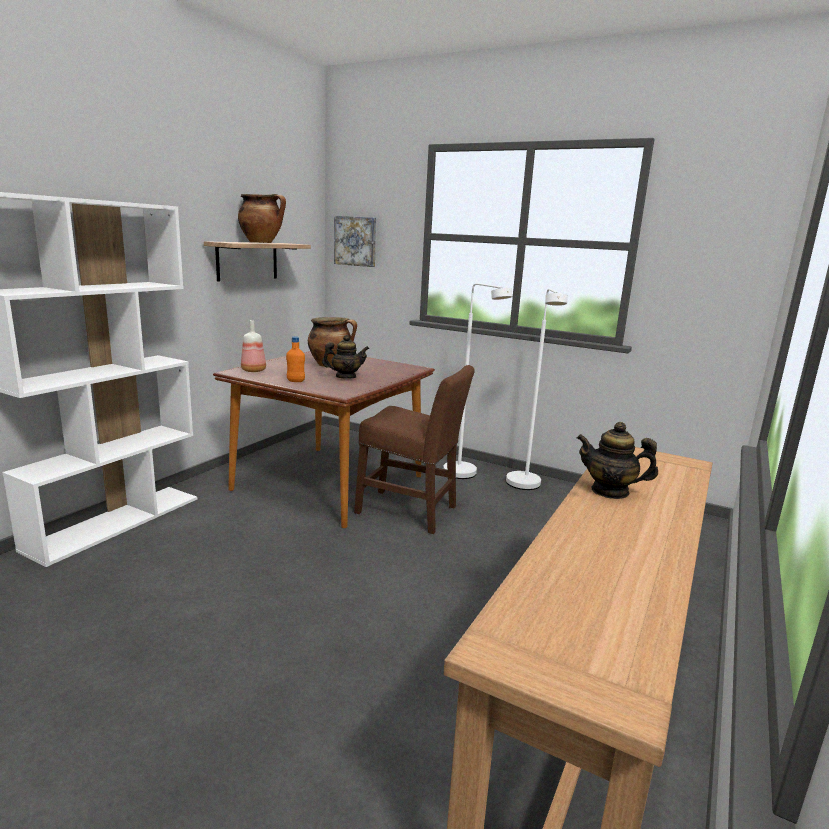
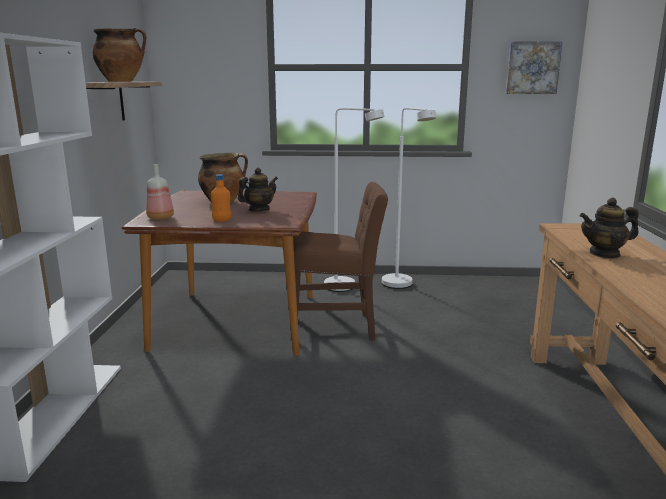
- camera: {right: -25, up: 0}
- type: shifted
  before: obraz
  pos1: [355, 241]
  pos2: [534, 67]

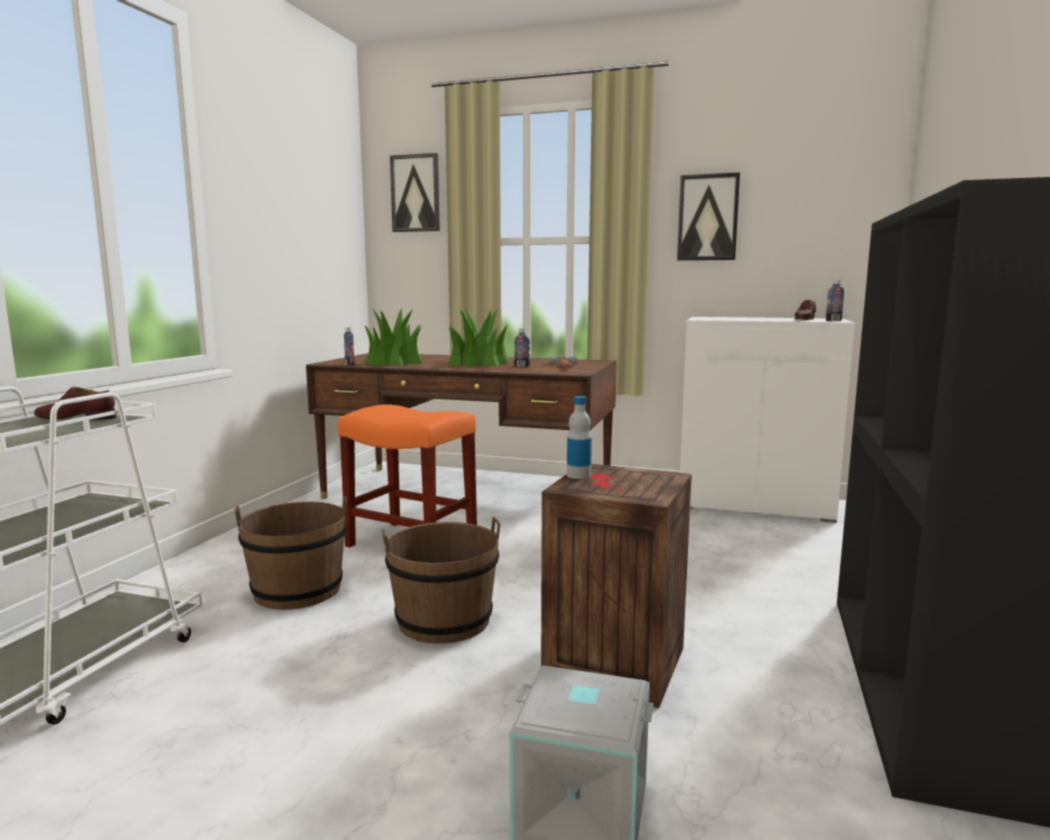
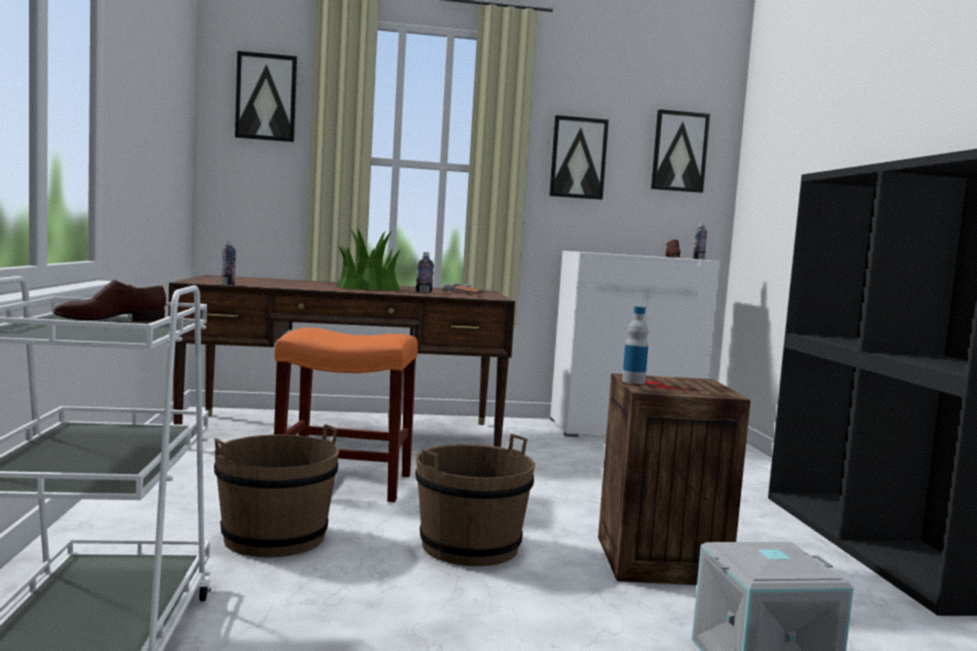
- camera: {right: -25, up: -5}
- type: gone
  before: roślina doniczkowa
  pos1: [393, 337]
- type: new
  after: obraz
  pos2: [680, 151]

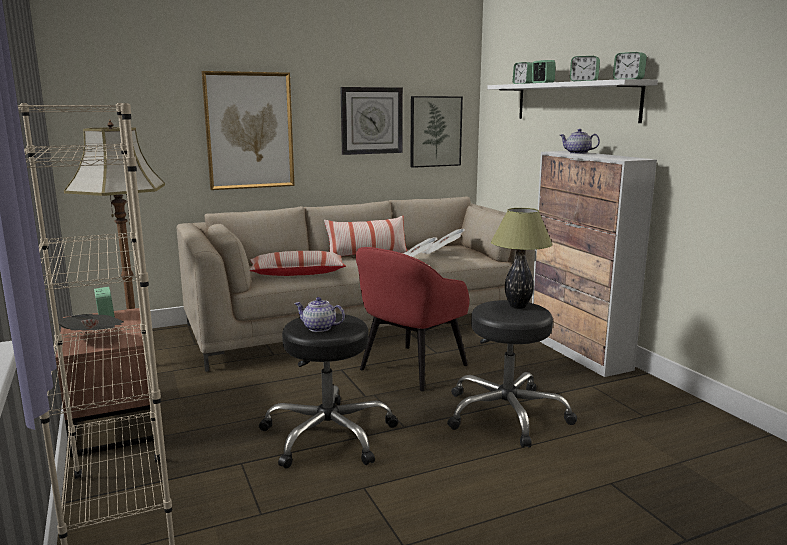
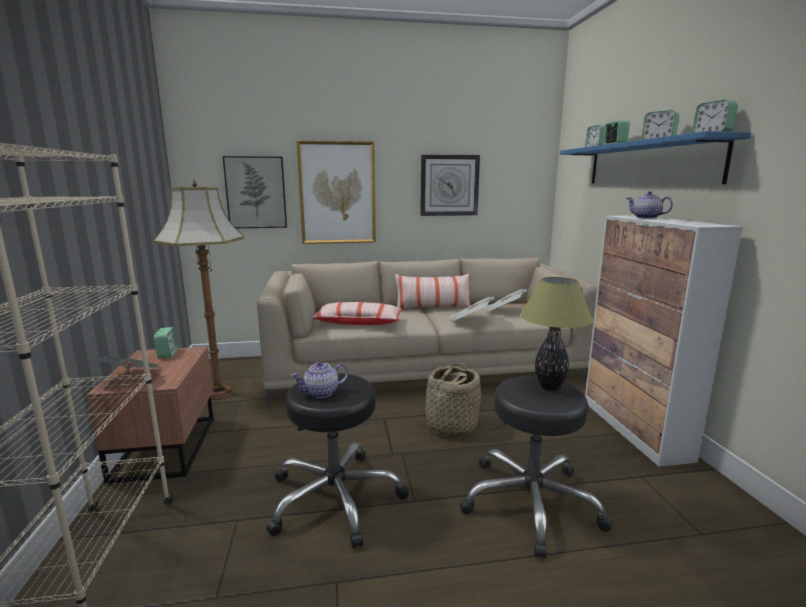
- camera: {right: 15, up: 0}
- type: rotated
  before: imbryk
  pos1: [319, 314]
  pos2: [319, 379]
  turn: -60
- type: swapped
  before: fotel/czerwony
  after: koszyk
  pos1: [413, 319]
  pos2: [453, 399]
- type: shifted
  before: obraz
  pos1: [436, 132]
  pos2: [254, 192]
- type: repainted
  before: półka/biały
  after: półka/niebieski
  pos1: [572, 101]
  pos2: [655, 157]

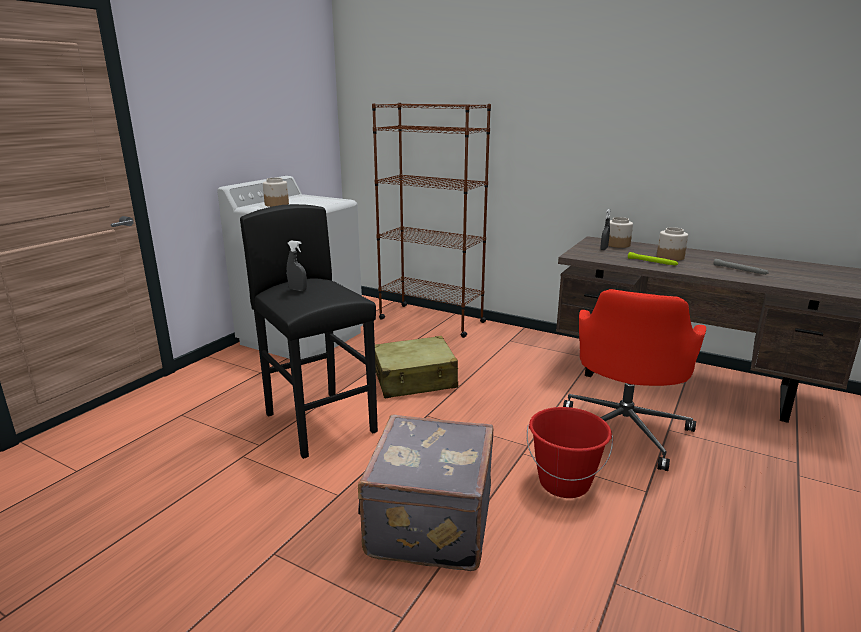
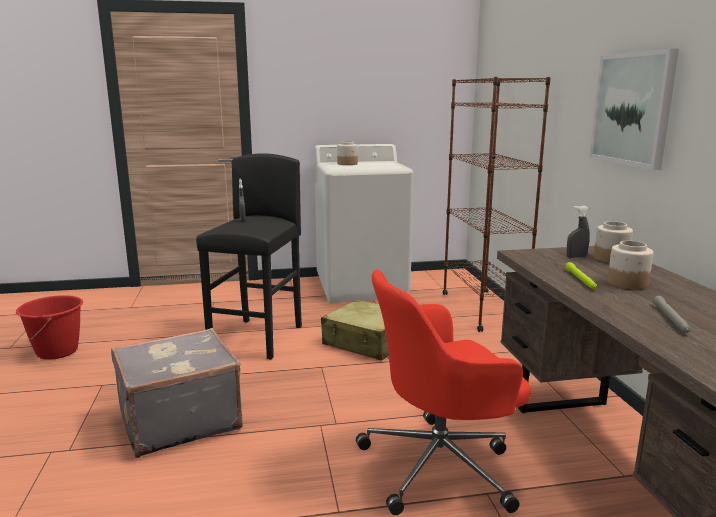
- camera: {right: 50, up: -5}
- type: shifted
  before: wiadro/czerwony
  pos1: [570, 452]
  pos2: [49, 327]
- type: new
  after: obraz
  pos2: [634, 109]

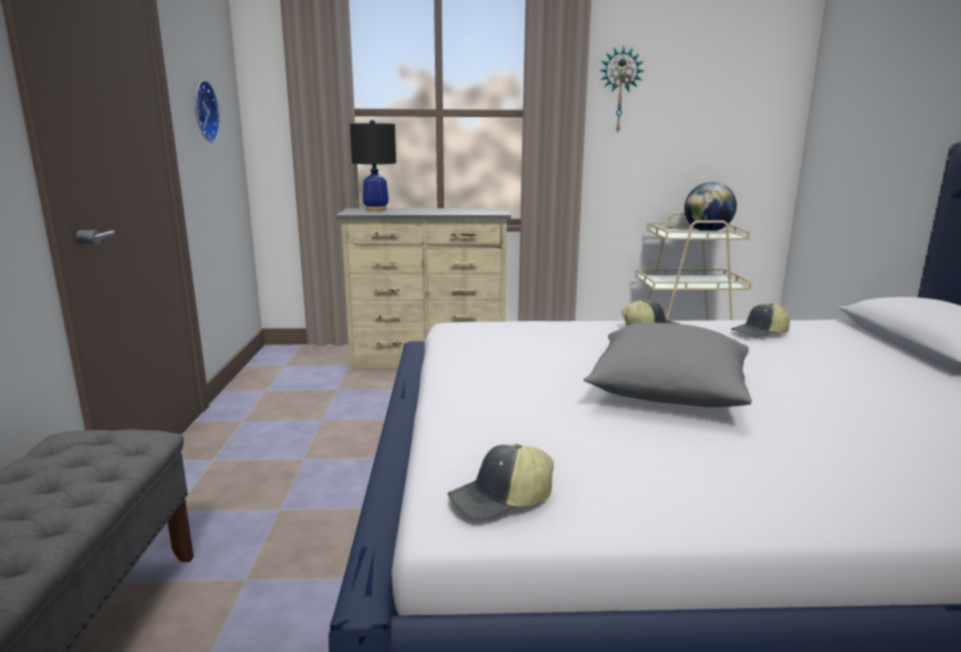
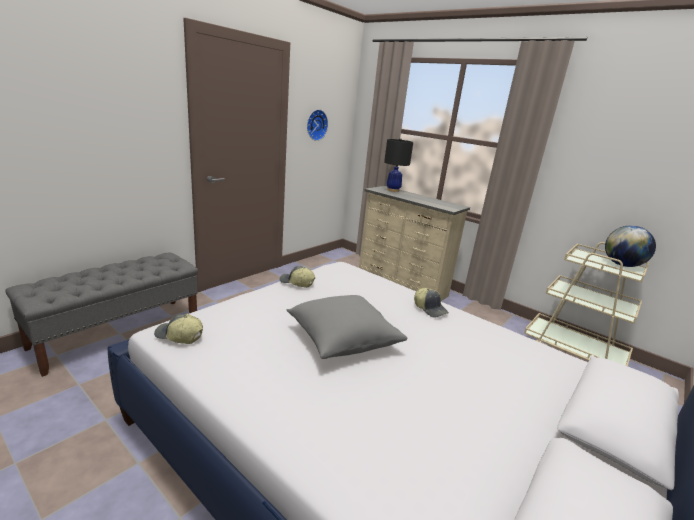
- camera: {right: 40, up: 5}
- type: gone
  before: zegar ścienny
  pos1: [621, 89]
- type: shifted
  before: czapka z daszkiem
  pos1: [760, 320]
  pos2: [297, 277]

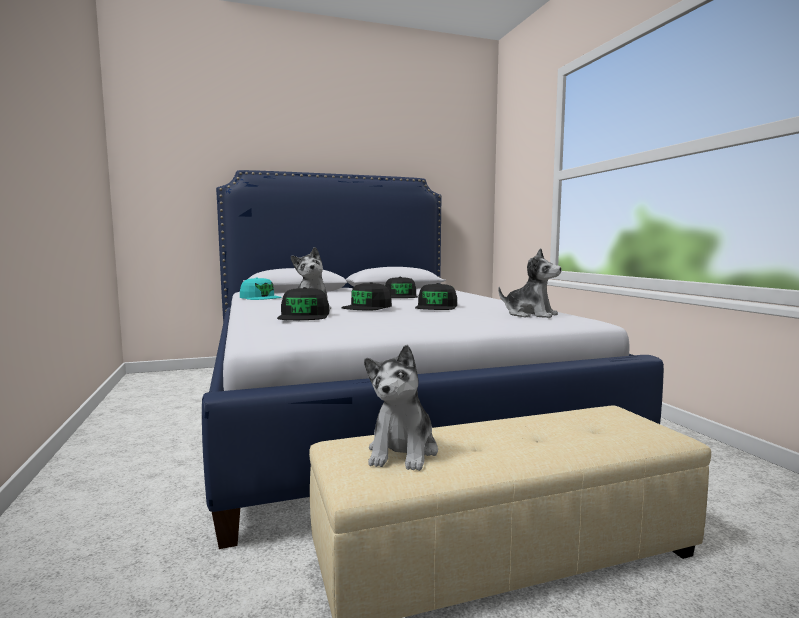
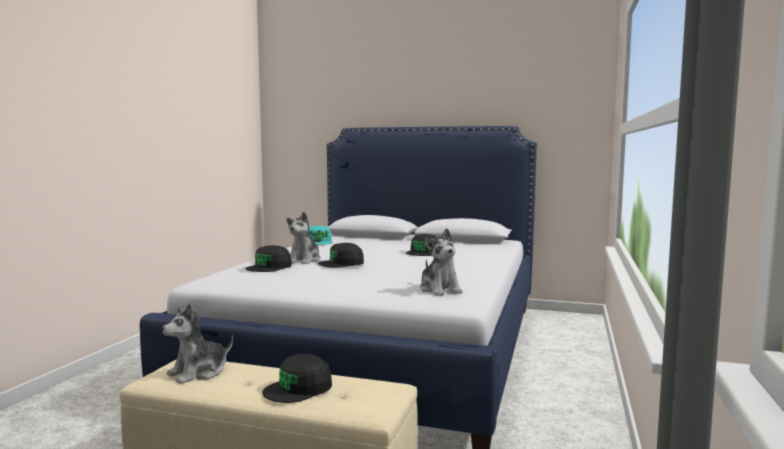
- camera: {right: 35, up: 0}
- type: shifted
  before: czapka z daszkiem/czarny
  pos1: [436, 296]
  pos2: [297, 378]

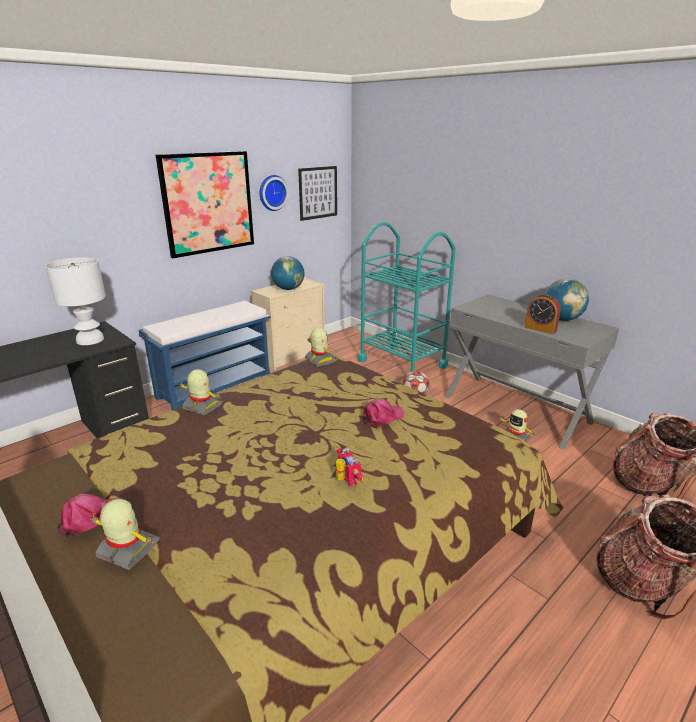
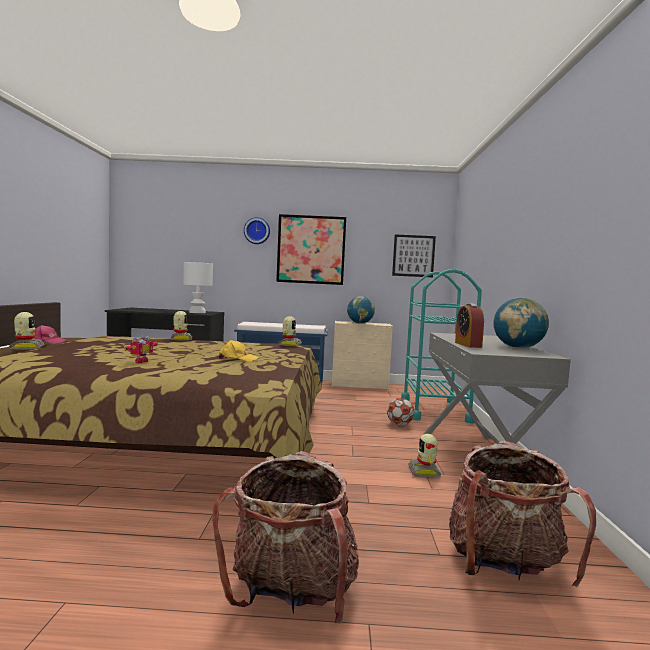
- camera: {right: 45, up: -20}
- type: shifted
  before: zegar ścienny
  pos1: [273, 193]
  pos2: [257, 230]
- type: repainted
  before: czapka z daszkiem/różowy
  after: czapka z daszkiem/żółty
  pos1: [383, 413]
  pos2: [238, 351]

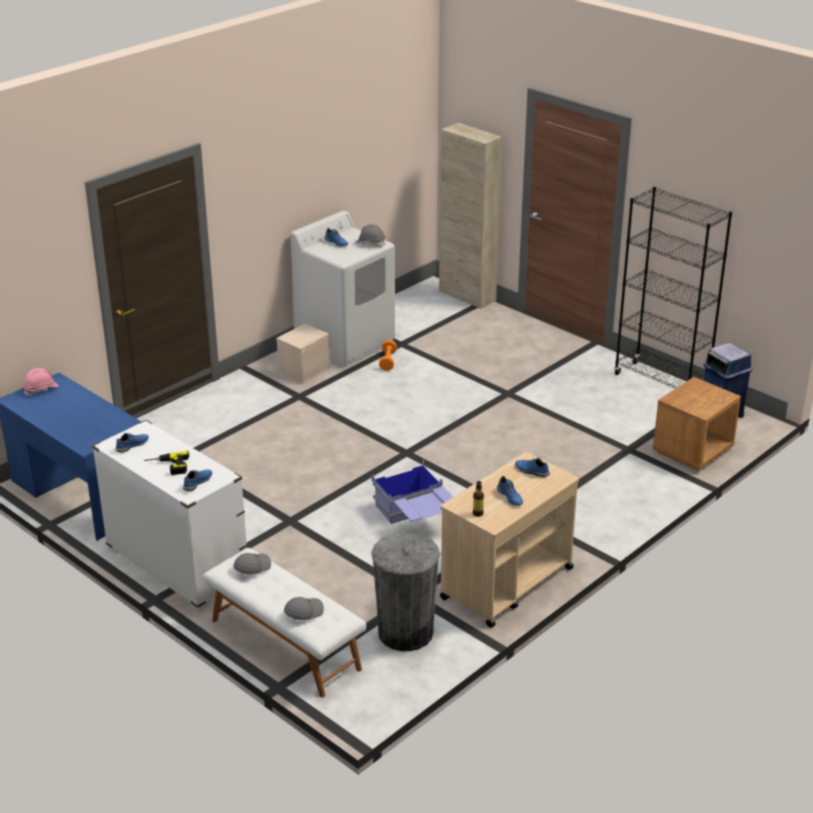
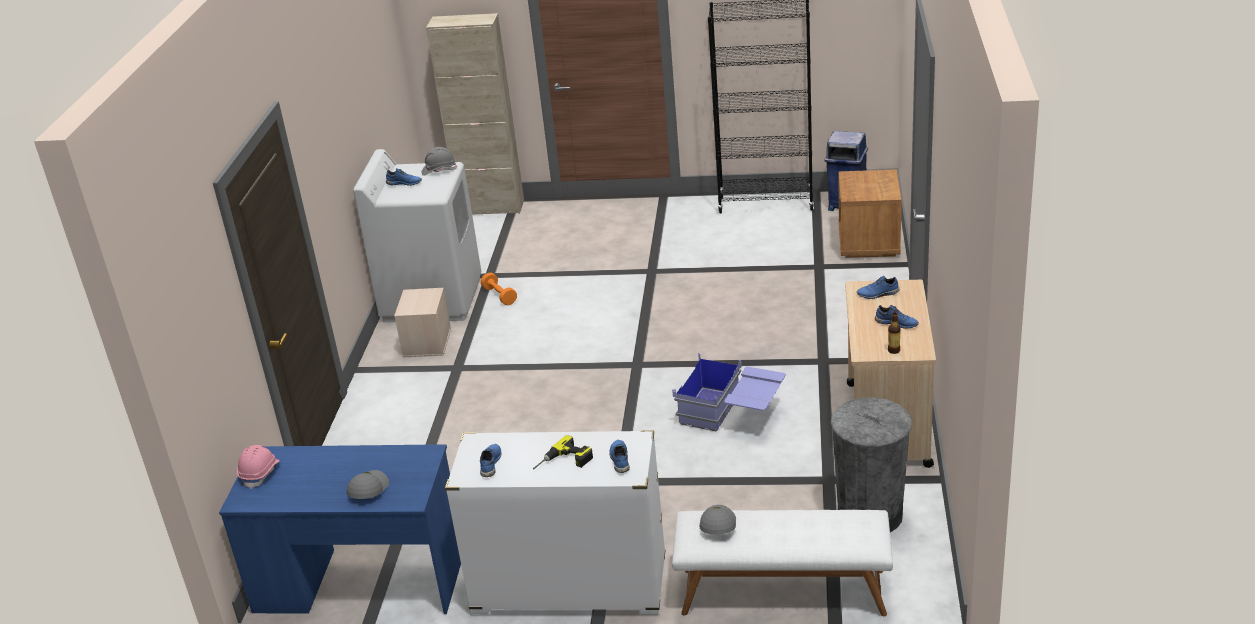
- camera: {right: -35, up: 0}
- type: shifted
  before: czapka z daszkiem/szary
  pos1: [304, 608]
  pos2: [368, 484]

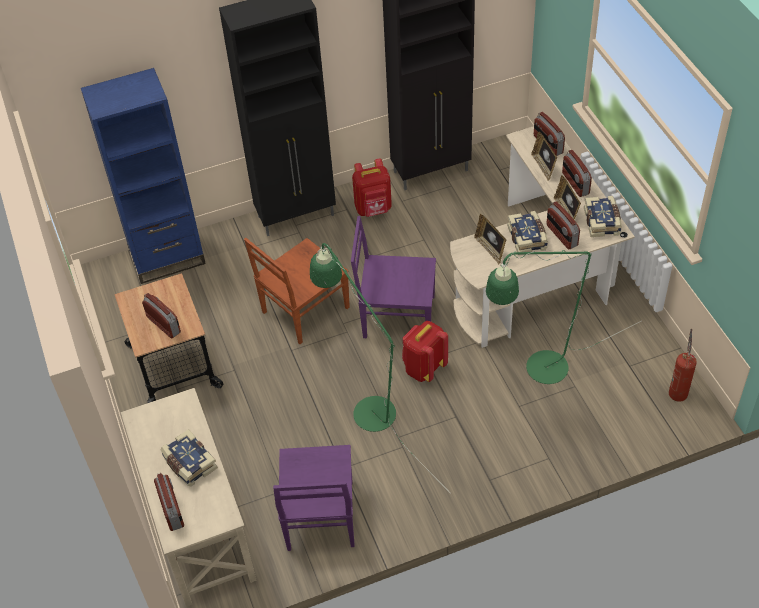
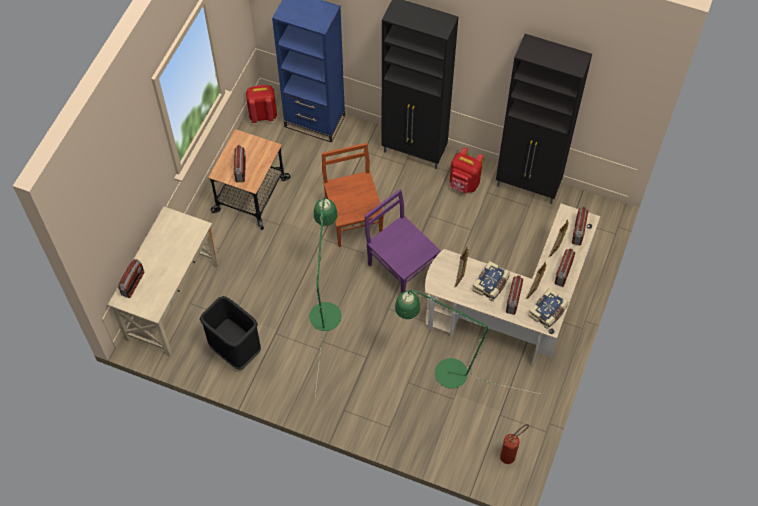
- camera: {right: 40, up: 10}
- type: gone
  before: książka
  pos1: [189, 458]
- type: rotated
  before: krzesło/brązowy
  pos1: [297, 291]
  pos2: [353, 195]
  turn: 75
- type: swapped
  before: krzesło/fioletowy
  after: kosz na śmieci/czarny
  pos1: [314, 498]
  pos2: [230, 333]
- type: shifted
  before: plecak/czerwony
  pos1: [425, 351]
  pos2: [261, 104]

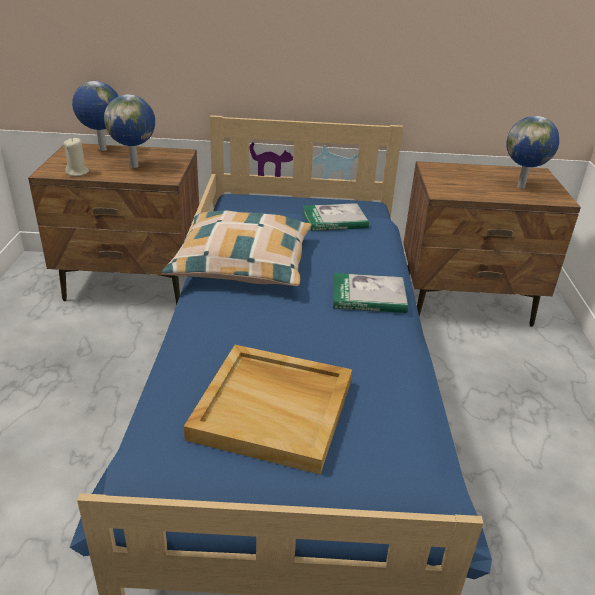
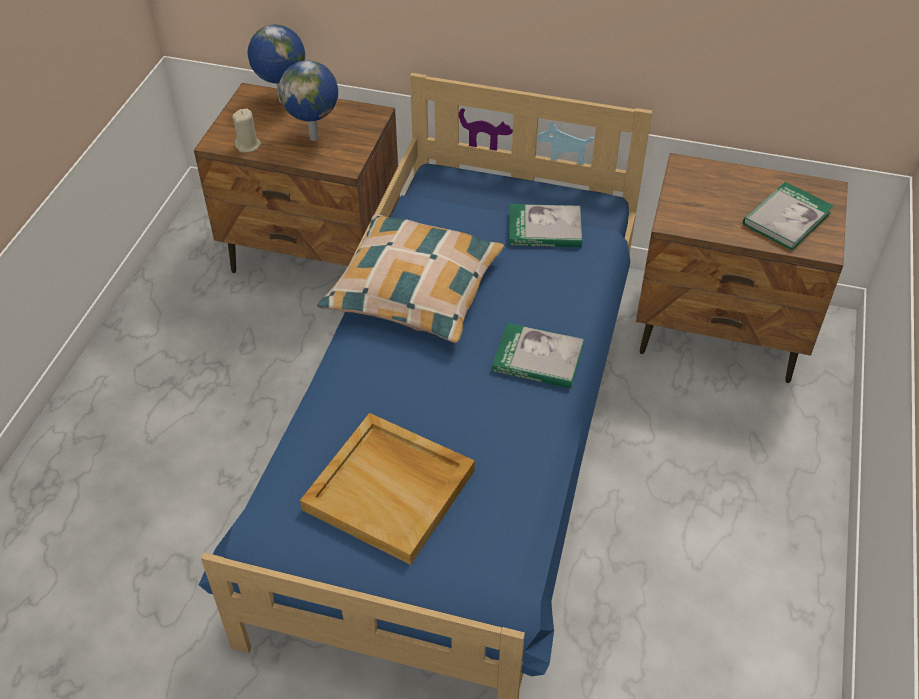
- camera: {right: 15, up: 15}
- type: swapped
  before: globus
  after: książka
  pos1: [532, 152]
  pos2: [788, 216]

